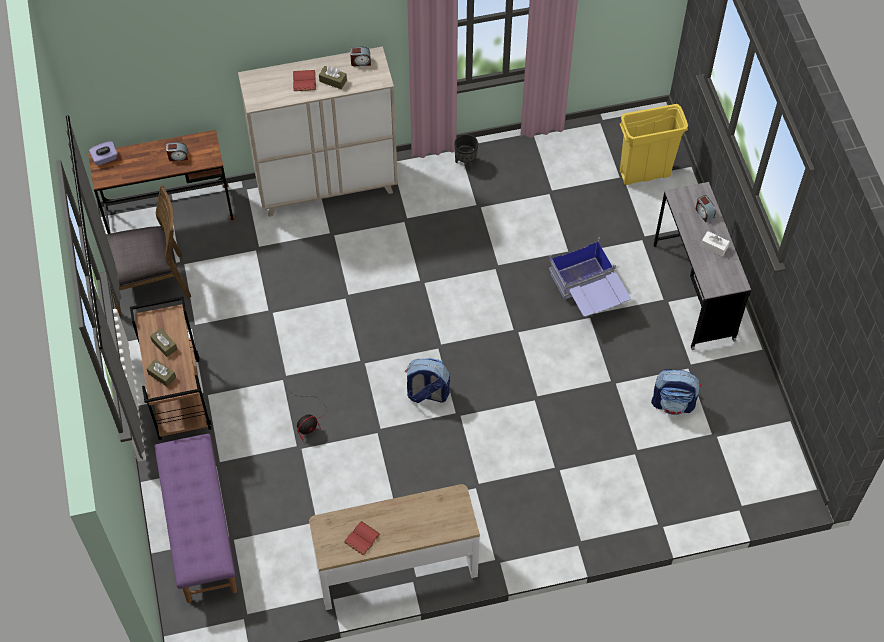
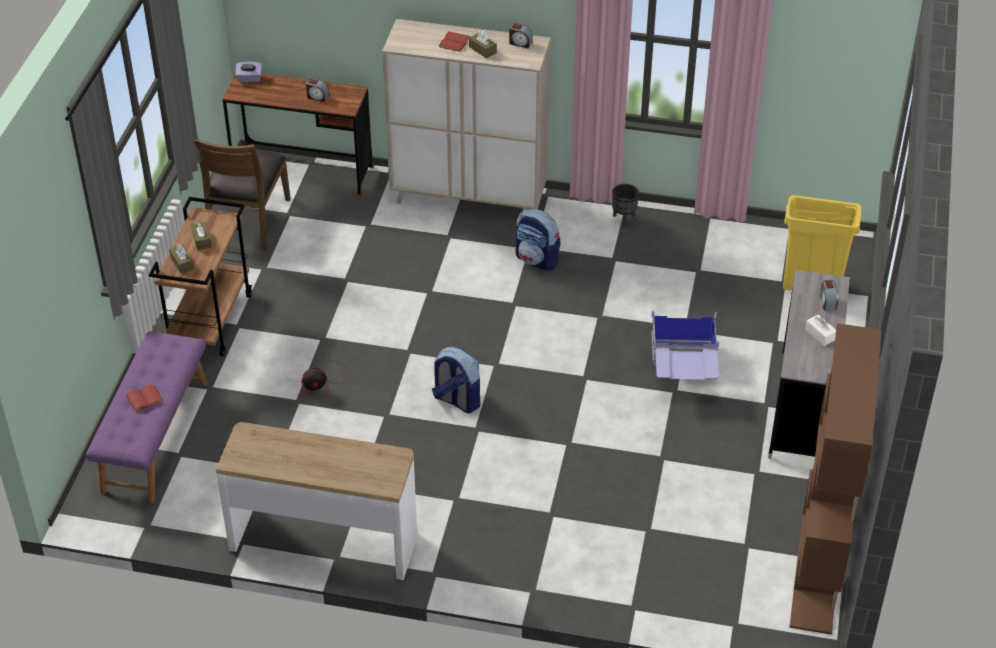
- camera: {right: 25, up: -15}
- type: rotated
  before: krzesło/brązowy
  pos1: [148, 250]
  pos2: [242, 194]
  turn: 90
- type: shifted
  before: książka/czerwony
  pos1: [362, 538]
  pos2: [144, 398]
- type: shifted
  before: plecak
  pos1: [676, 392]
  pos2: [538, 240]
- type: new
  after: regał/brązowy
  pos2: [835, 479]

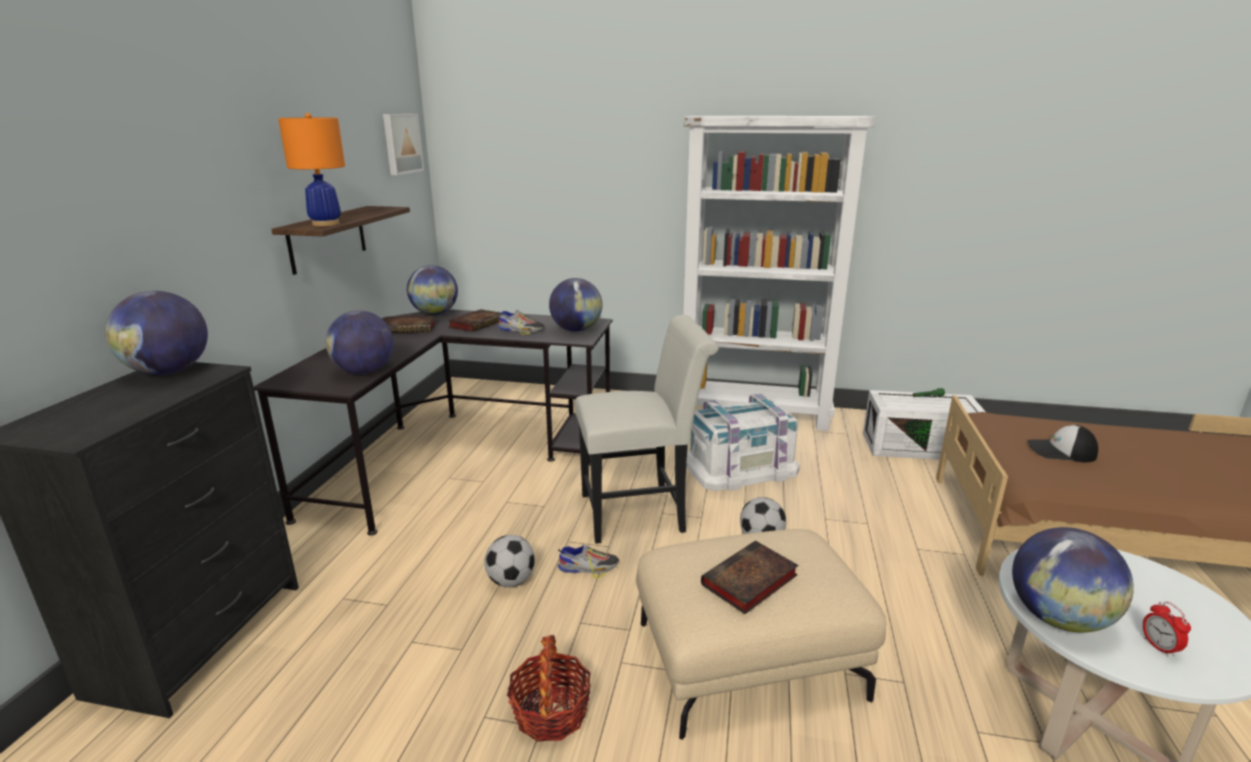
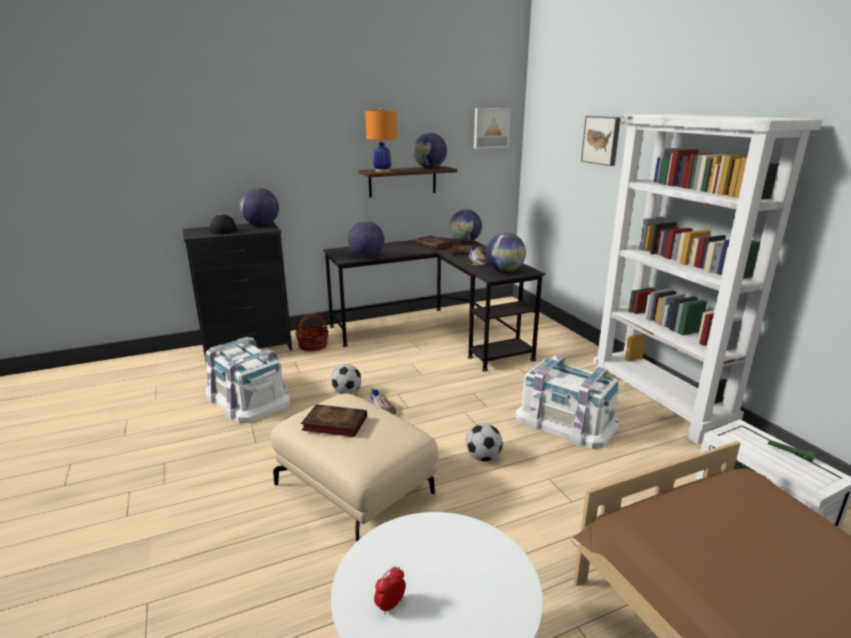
- camera: {right: 55, up: 0}
- type: shifted
  before: koszyk
  pos1: [549, 688]
  pos2: [312, 332]
- type: gone
  before: krzesło/biały
  pos1: [647, 429]
- type: shifted
  before: globus
  pos1: [1073, 580]
  pos2: [430, 150]
- type: shifted
  before: czapka z daszkiem
  pos1: [1062, 443]
  pos2: [223, 224]
- type: new
  after: pojemnik do przechowywania/biały
  pos2: [248, 380]
- type: new
  after: obraz
  pos2: [601, 141]

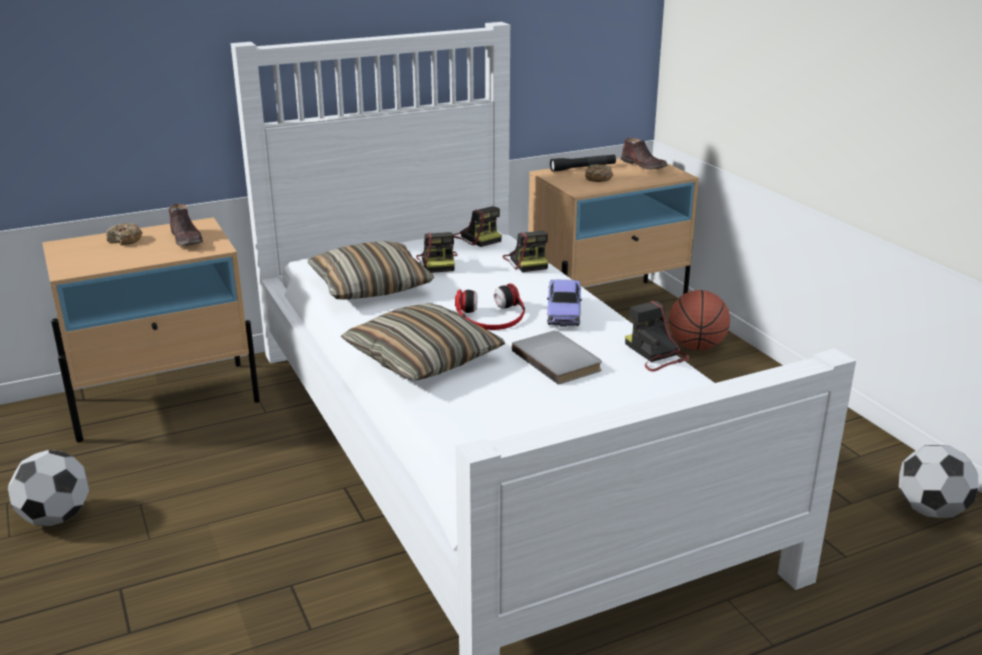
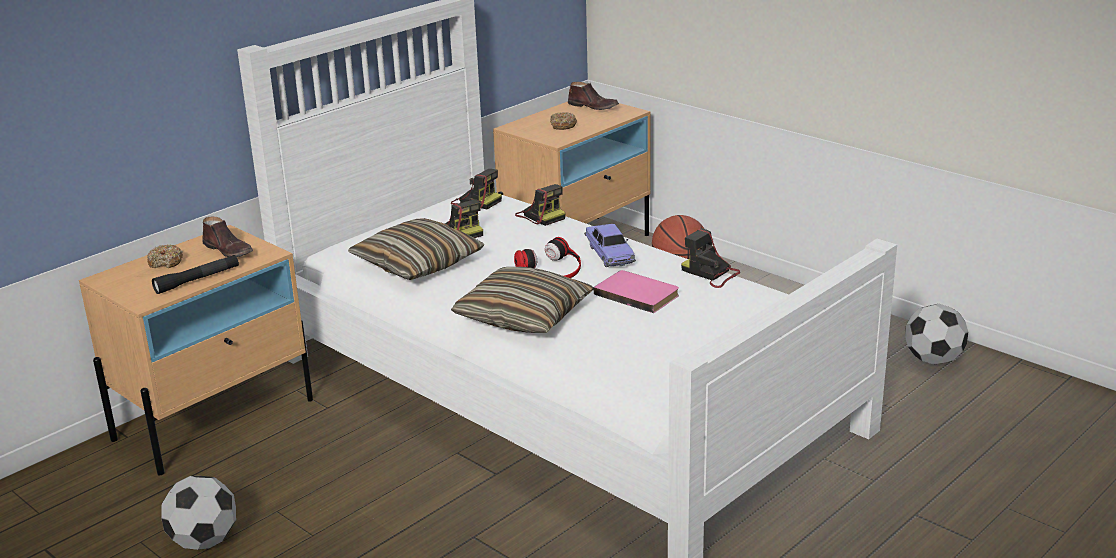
- camera: {right: -20, up: 0}
- type: repainted
  before: książka/szary
  after: książka/różowy
  pos1: [557, 358]
  pos2: [636, 291]
- type: shifted
  before: latarka/czarny
  pos1: [583, 163]
  pos2: [195, 274]

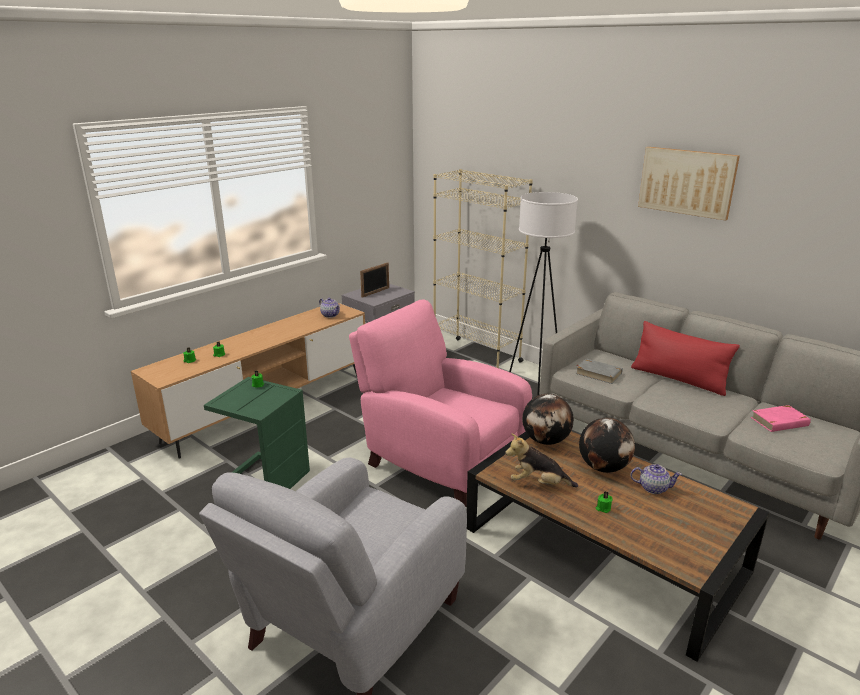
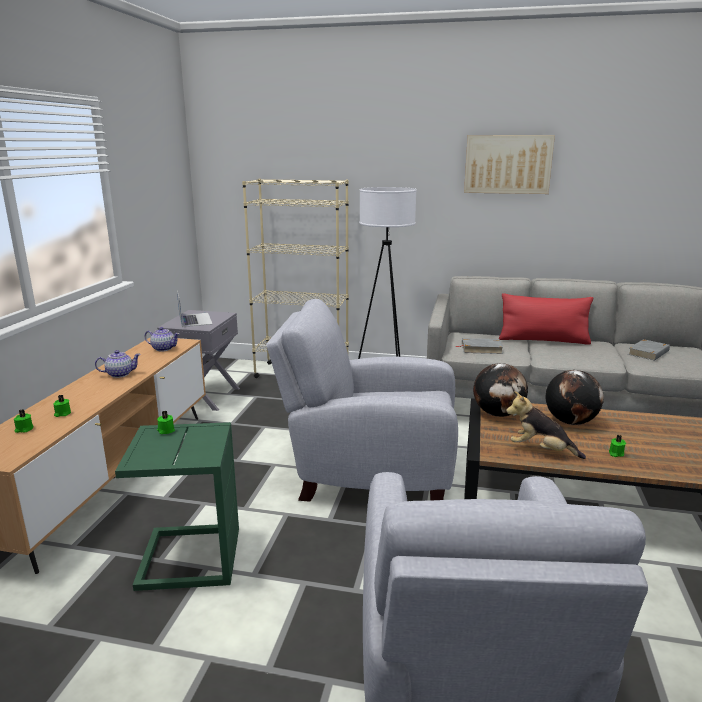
- camera: {right: -30, up: -5}
- type: repainted
  before: fotel/różowy
  after: fotel/szary
  pos1: [440, 403]
  pos2: [362, 400]
- type: swapped
  before: ramka na zdjęcie
  after: laptop
  pos1: [374, 280]
  pos2: [194, 309]
- type: rotated
  before: pluszak
  pos1: [541, 460]
  pos2: [546, 425]
  turn: 45
- type: shifted
  before: imbryk
  pos1: [656, 479]
  pos2: [118, 364]
- type: repainted
  before: książka/różowy
  after: książka/szary
  pos1: [781, 418]
  pos2: [649, 350]

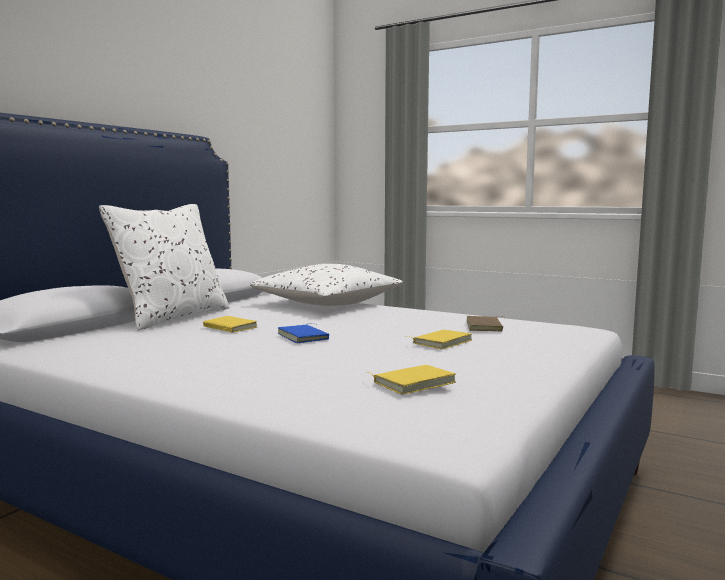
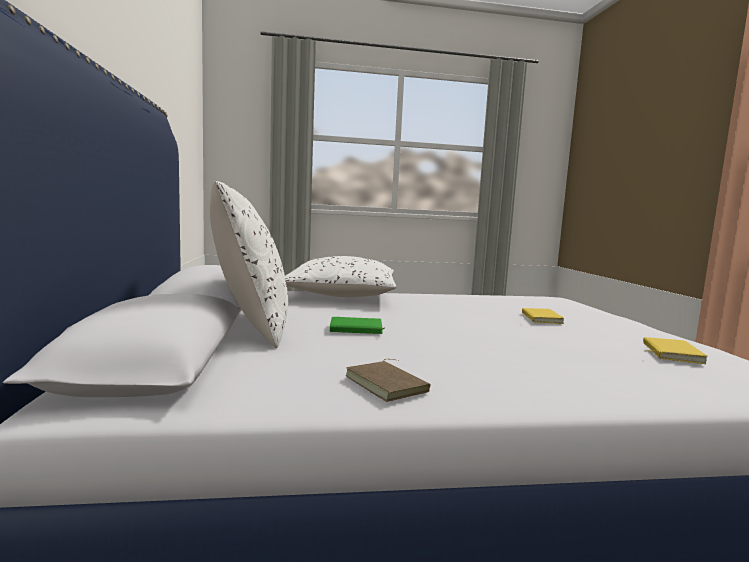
- camera: {right: -40, up: 0}
- type: repainted
  before: książka/żółty
  after: książka/zielony
  pos1: [230, 324]
  pos2: [357, 325]
- type: gone
  before: książka/niebieski
  pos1: [303, 333]
- type: shifted
  before: książka/brązowy
  pos1: [486, 323]
  pos2: [388, 380]

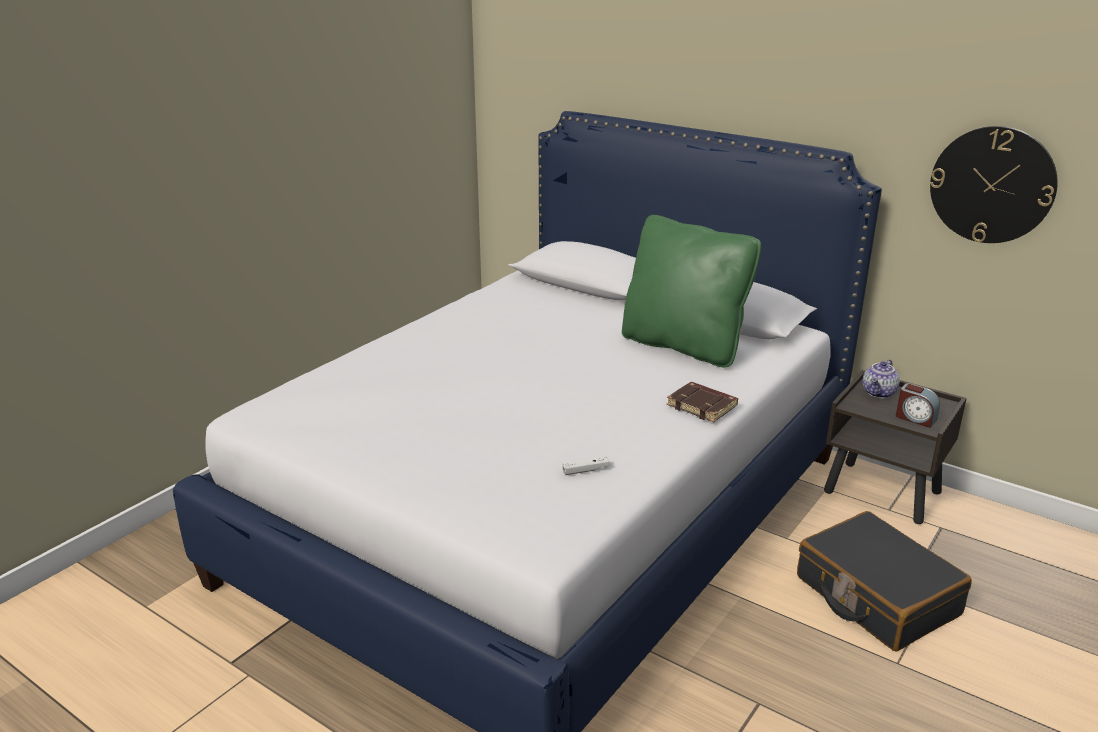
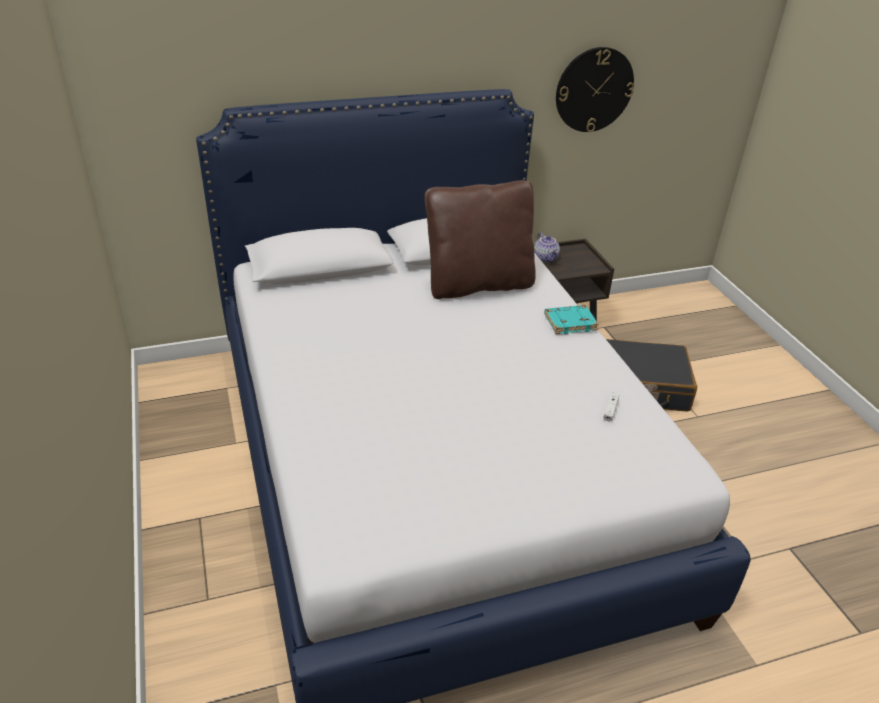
- camera: {right: -55, up: 10}
- type: repainted
  before: poduszka/zielony
  after: poduszka/brązowy
  pos1: [691, 291]
  pos2: [480, 239]
- type: repainted
  before: książka/brązowy
  after: książka/turkusowy
  pos1: [702, 402]
  pos2: [571, 319]
- type: gone
  before: budzik
  pos1: [918, 405]

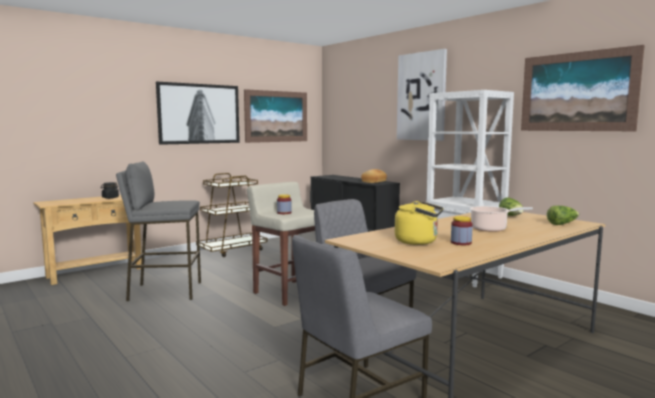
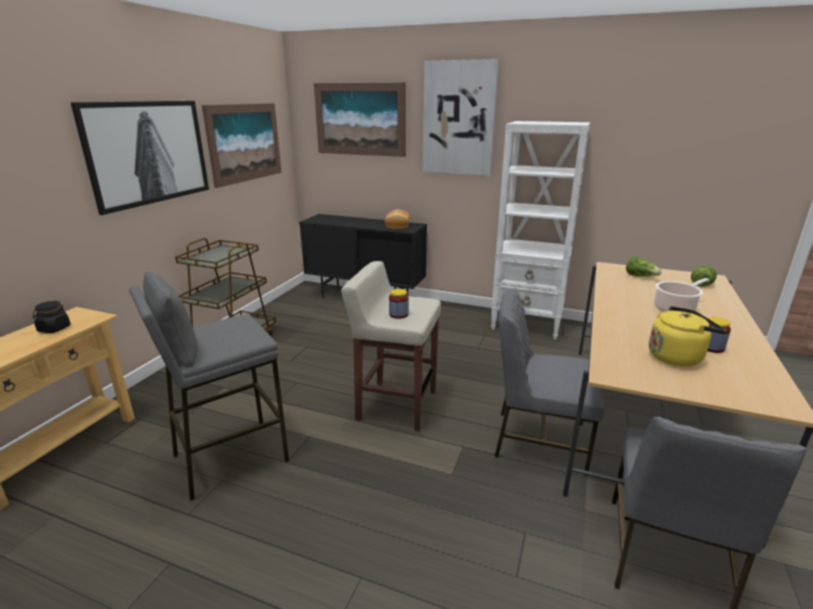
- camera: {right: -30, up: 15}
- type: shifted
  before: obraz
  pos1: [583, 88]
  pos2: [360, 120]

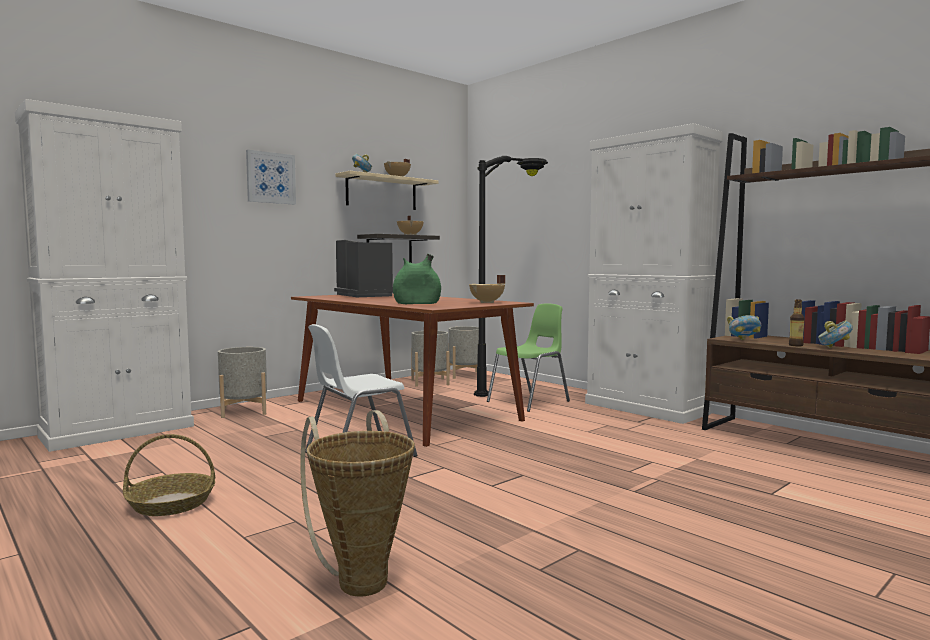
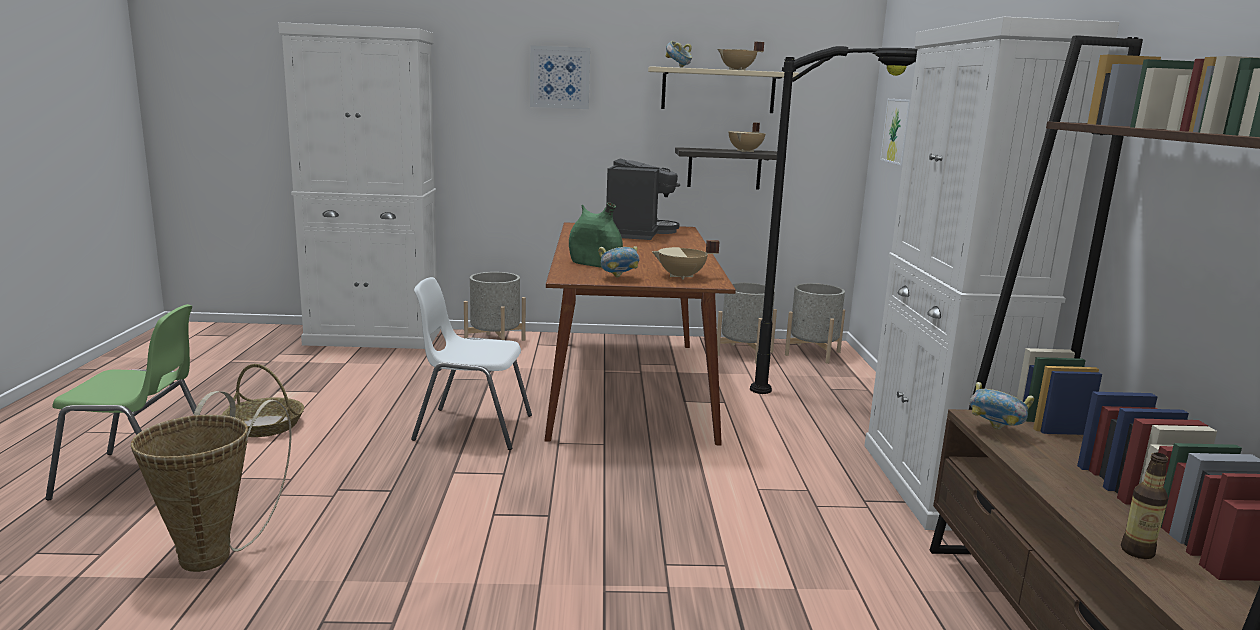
- camera: {right: 40, up: 10}
- type: shifted
  before: krzesło/zielony
  pos1: [528, 357]
  pos2: [121, 402]
- type: shifted
  before: butelka
  pos1: [797, 323]
  pos2: [1144, 506]
- type: shifted
  before: miska
  pos1: [835, 334]
  pos2: [619, 261]
- type: new
  after: obraz
  pos2: [895, 132]

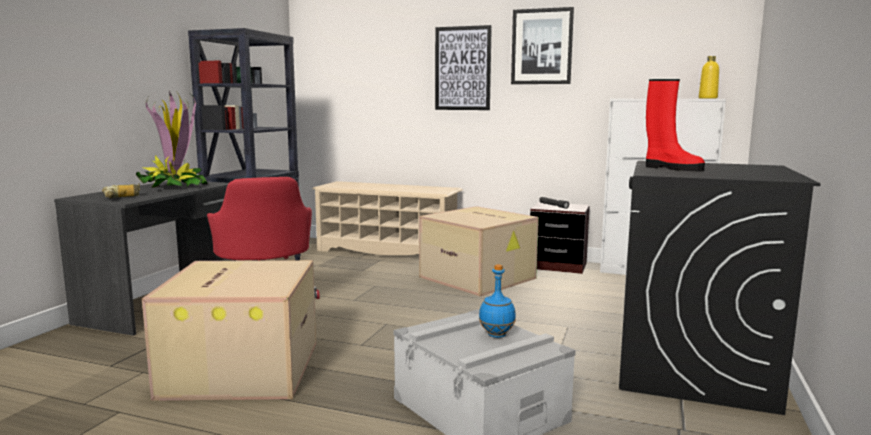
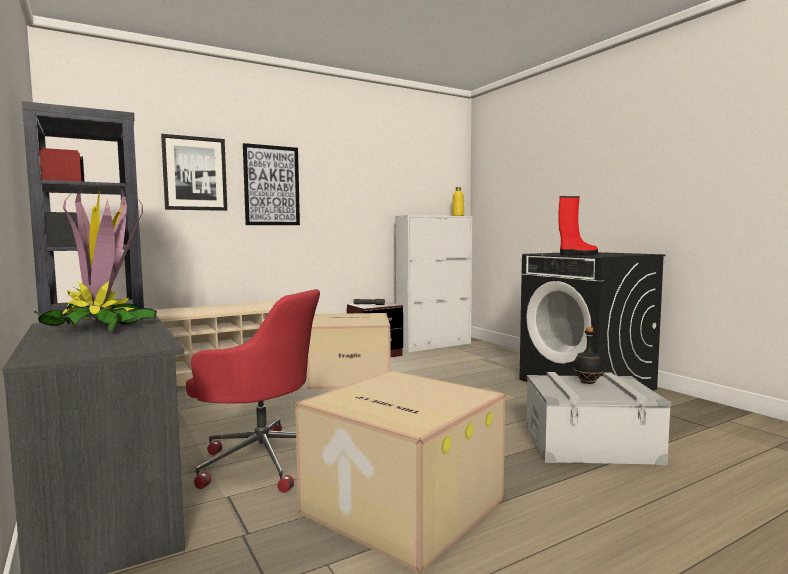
- camera: {right: -50, up: -5}
- type: gone
  before: wiertarka
  pos1: [121, 190]
- type: repainted
  before: butelka/niebieski
  after: butelka/czarny
  pos1: [497, 301]
  pos2: [588, 355]
- type: shifted
  before: obraz
  pos1: [542, 45]
  pos2: [194, 172]

